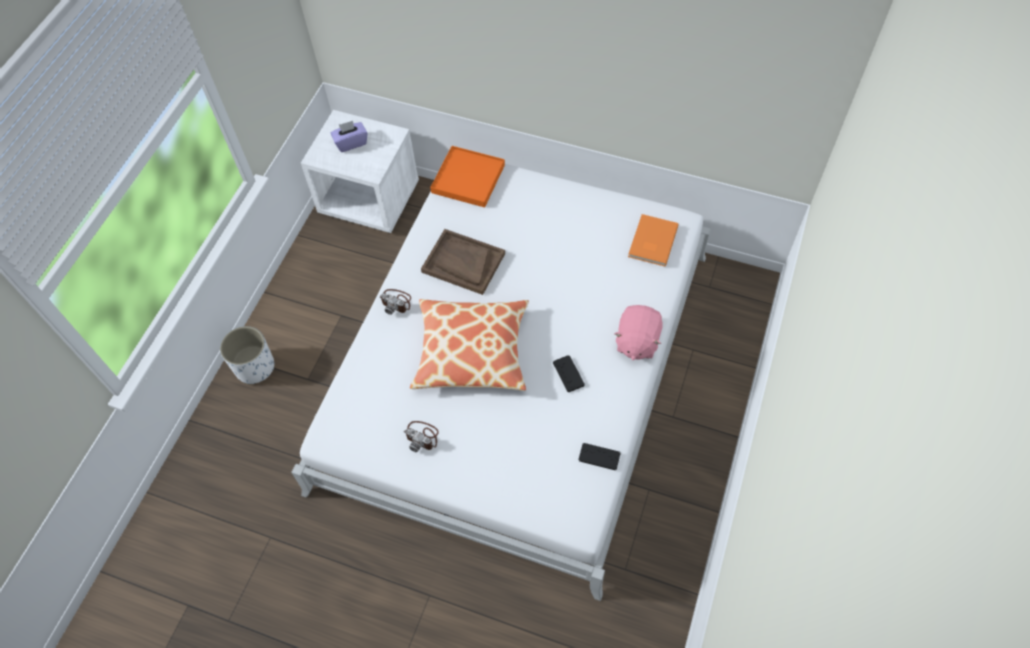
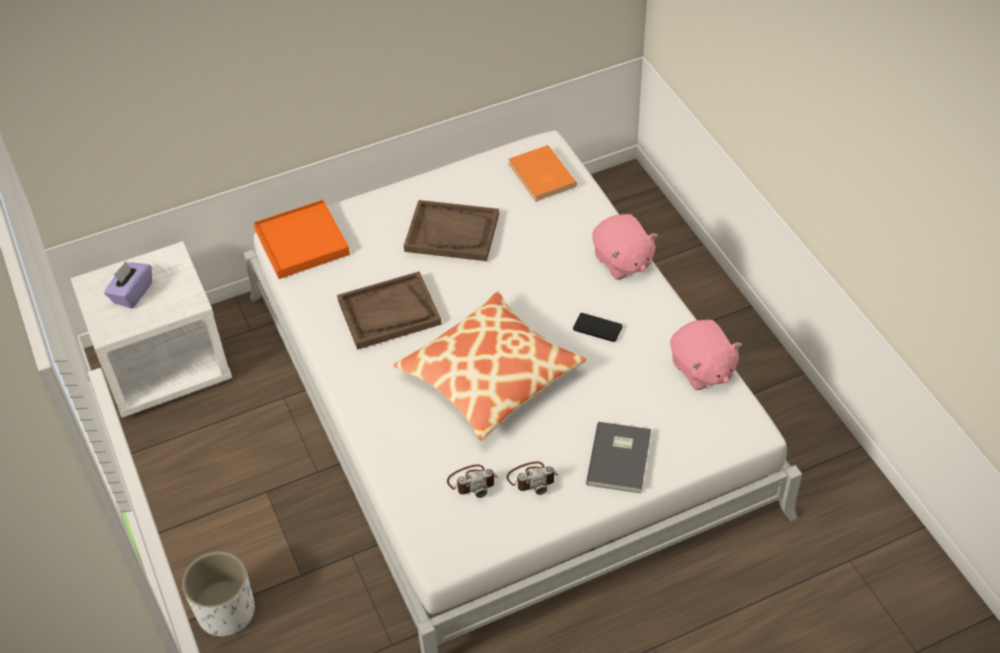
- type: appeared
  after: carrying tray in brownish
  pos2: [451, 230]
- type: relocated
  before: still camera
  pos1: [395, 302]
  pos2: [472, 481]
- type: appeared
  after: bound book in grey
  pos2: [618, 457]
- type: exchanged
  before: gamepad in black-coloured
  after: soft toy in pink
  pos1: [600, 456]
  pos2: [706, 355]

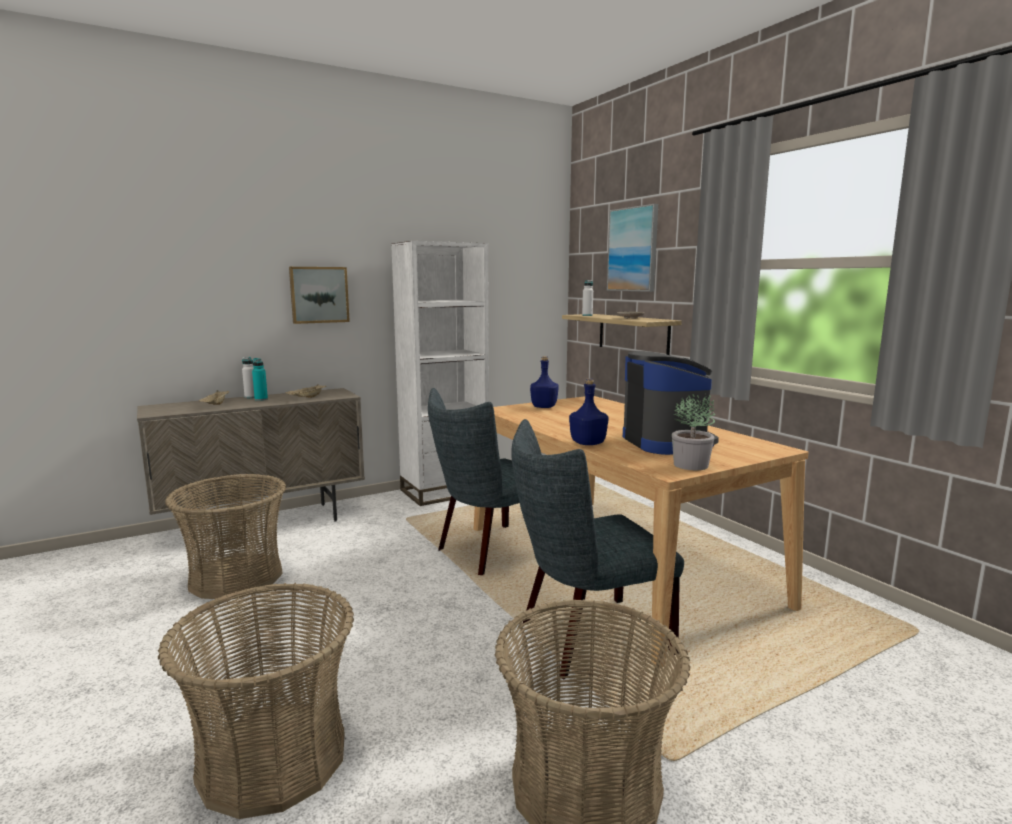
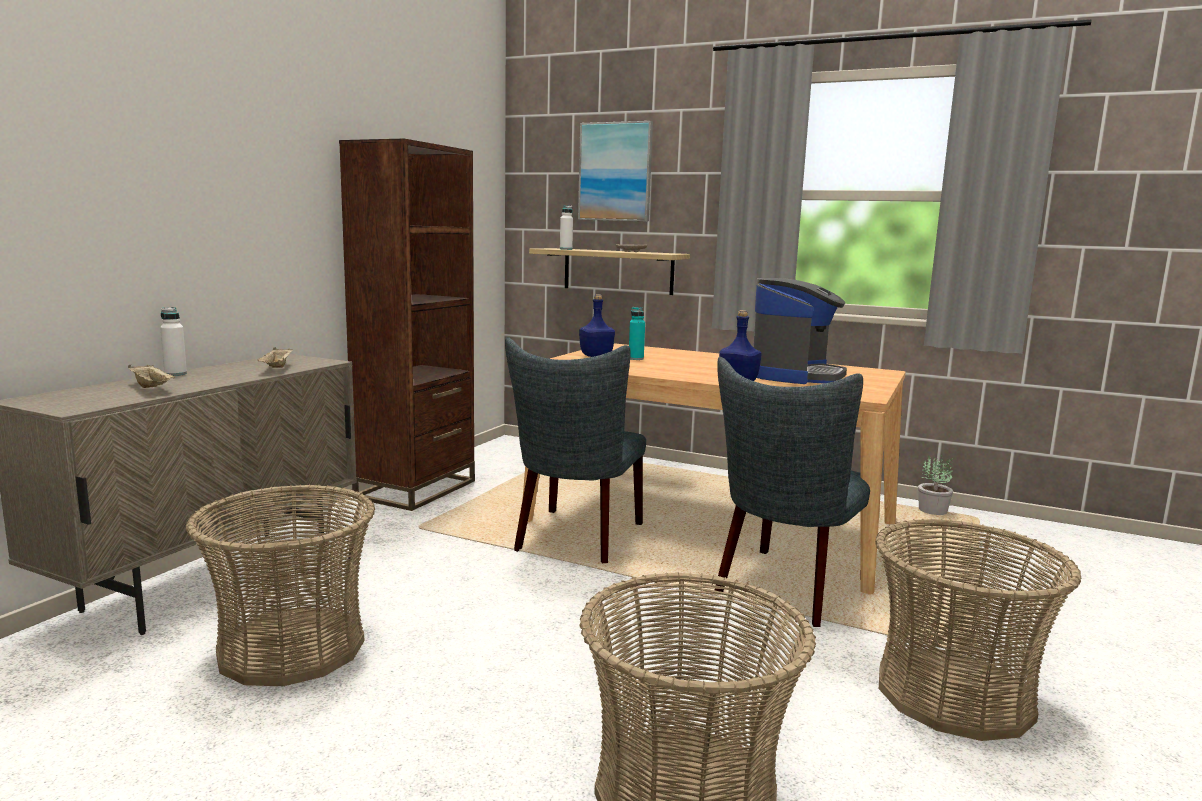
- type: colour
  before: shelving unit in white-coloured
  after: shelving unit in brownish
  pos1: [440, 373]
  pos2: [407, 324]
- type: relocated
  before: beverage bottle in blue-green
  pos1: [260, 379]
  pos2: [637, 333]
- type: spun
  before: coffee maker
  pos1: [671, 403]
  pos2: [800, 331]
  turn: 75
- type: relocated
  before: houseplant
  pos1: [693, 432]
  pos2: [935, 485]
- type: missing
  before: picture
  pos1: [319, 295]

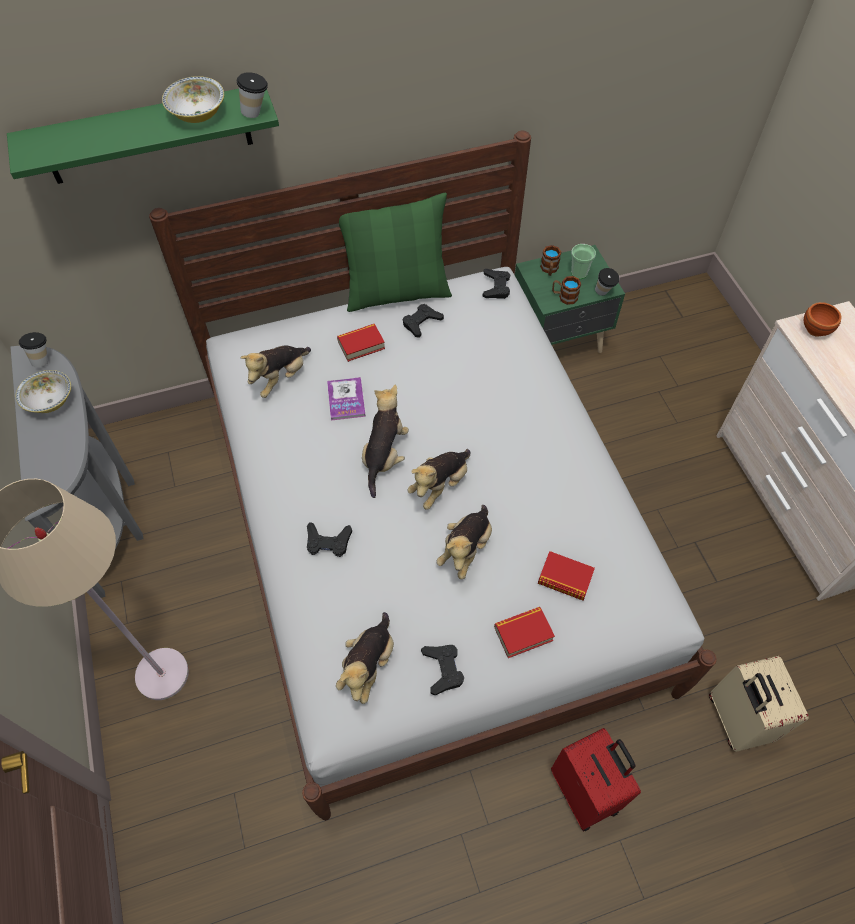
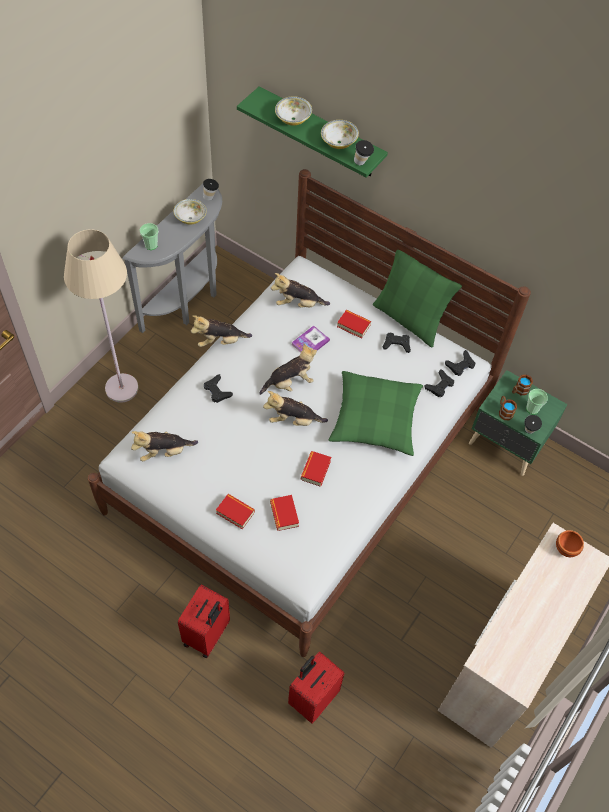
- type: appeared
  after: cup
  pos2: [149, 236]
- type: relocated
  before: soft toy
  pos1: [464, 542]
  pos2: [221, 331]
- type: appeared
  after: serving bowl
  pos2: [293, 111]
- type: colour
  before: travel case in sand-coloured
  after: travel case in reddish
  pos1: [759, 704]
  pos2: [316, 687]
- type: appeared
  after: bound book
  pos2: [316, 469]
- type: appeared
  after: pillow in green-coloured
  pos2: [375, 413]
- type: relocated
  before: gamepad in black-coloured
  pos1: [442, 670]
  pos2: [439, 383]

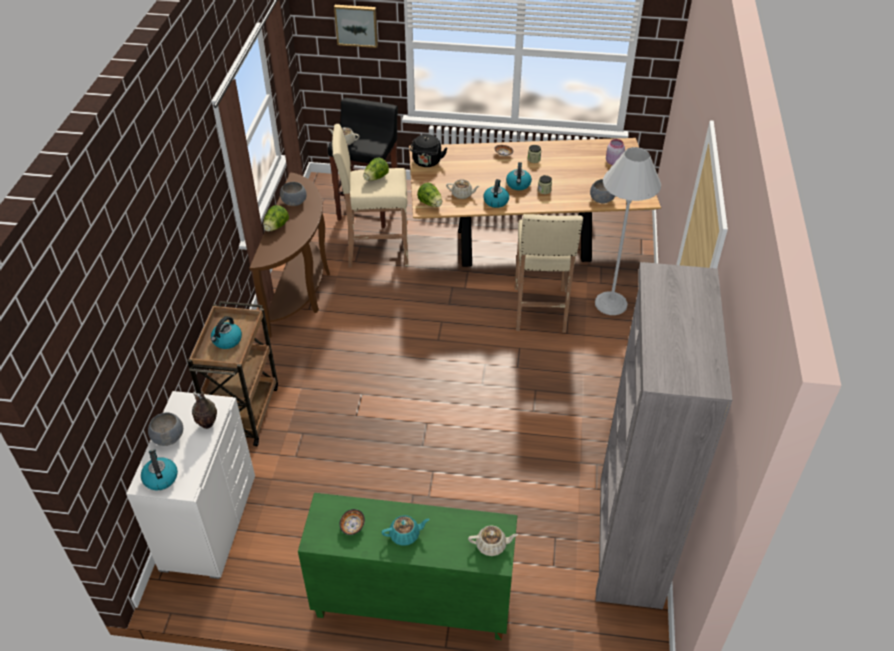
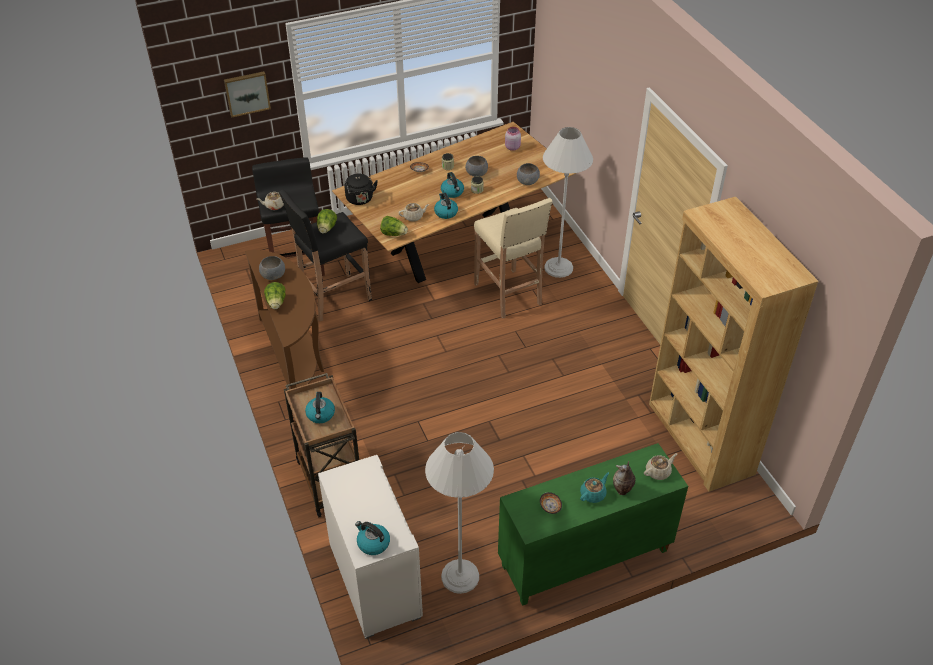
- type: colour
  before: stool seat in sand-coloured
  after: stool seat in black-coloured
  pos1: [370, 196]
  pos2: [325, 255]
- type: appeared
  after: floor lamp in white-coloured
  pos2: [459, 513]
- type: relocated
  before: serving bowl in grey
  pos1: [165, 429]
  pos2: [476, 166]
- type: relocated
  before: vase
  pos1: [204, 410]
  pos2: [624, 478]
- type: colour
  before: shelving unit in grey
  after: shelving unit in brownish
  pos1: [664, 435]
  pos2: [734, 344]

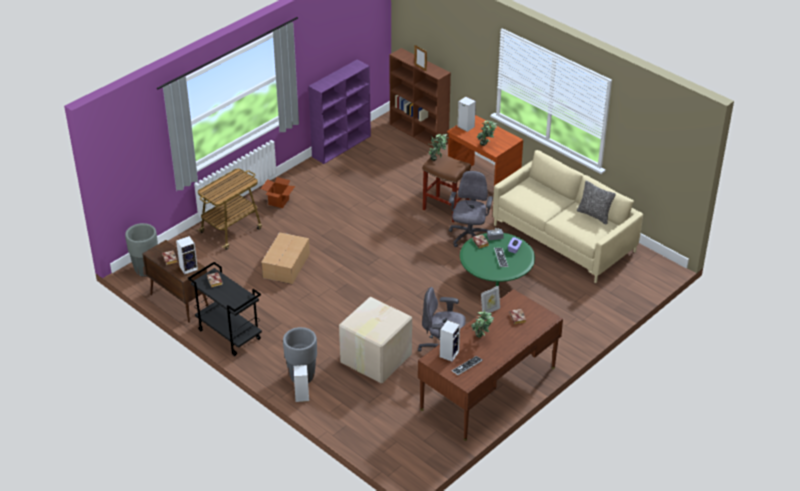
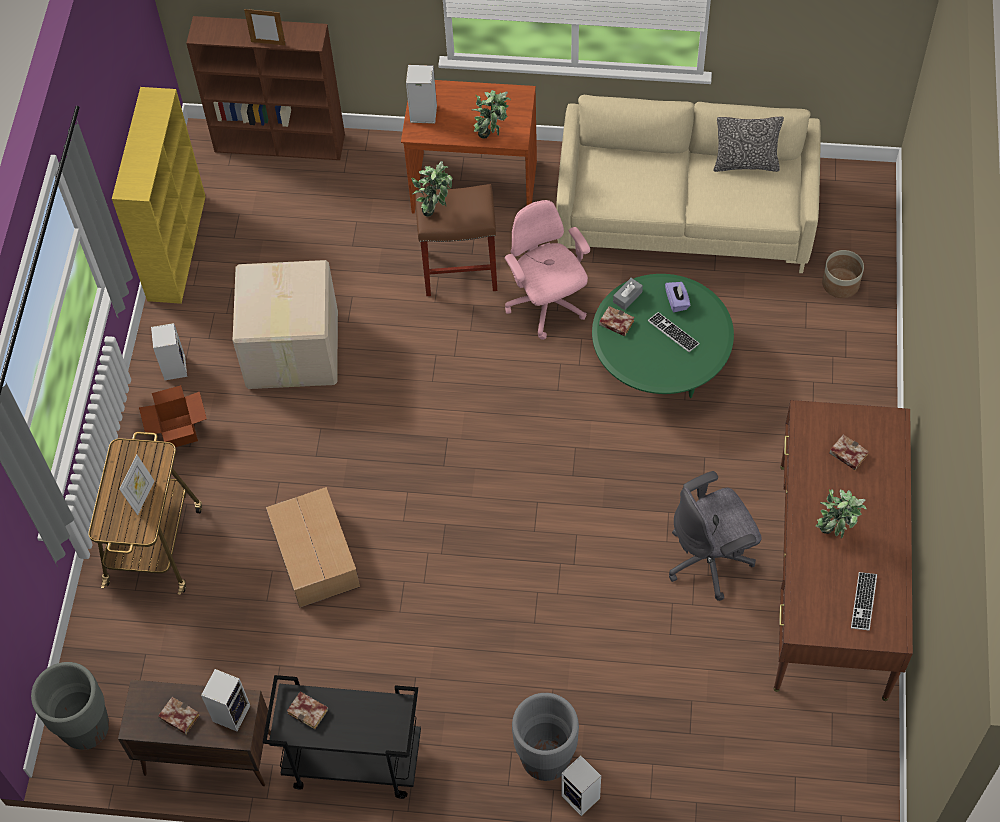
- type: colour
  before: shelving unit in purplish
  after: shelving unit in yellow-coloured
  pos1: [339, 112]
  pos2: [159, 195]
- type: relocated
  before: standing frame
  pos1: [490, 300]
  pos2: [136, 484]
- type: relocated
  before: audio speaker
  pos1: [450, 341]
  pos2: [169, 351]
- type: relocated
  before: cardboard box
  pos1: [375, 340]
  pos2: [285, 324]
- type: colour
  before: office chair in grey
  after: office chair in pink
  pos1: [471, 209]
  pos2: [547, 270]
- type: appeared
  after: plant pot
  pos2: [843, 274]

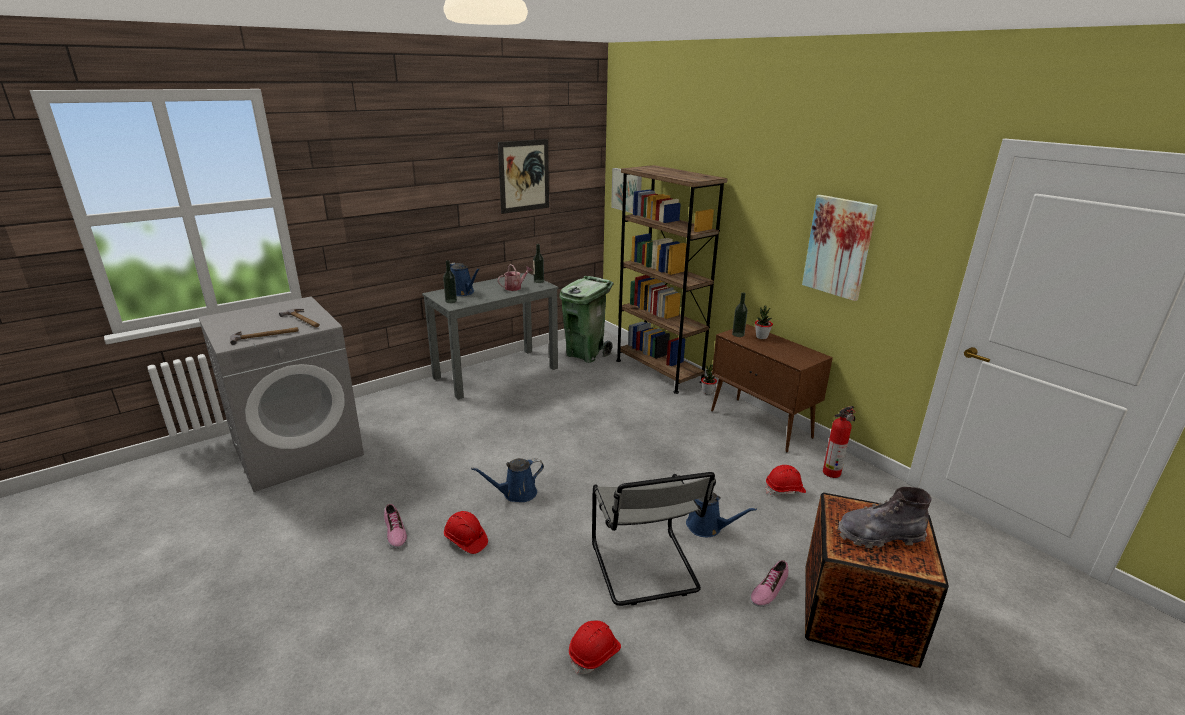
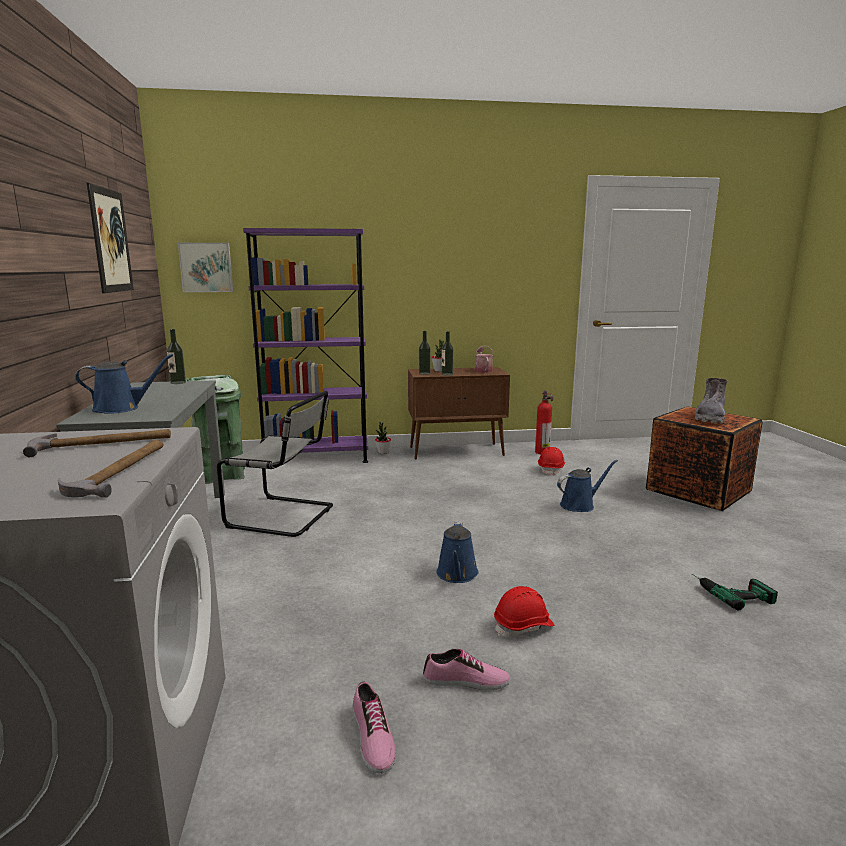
- type: relocated
  before: chair in grey
  pos1: [654, 539]
  pos2: [275, 464]
- type: colour
  before: shelving unit in brownish
  after: shelving unit in purplish
  pos1: [672, 279]
  pos2: [305, 345]
- type: relocated
  before: low shoe
  pos1: [769, 583]
  pos2: [374, 728]
- type: relocated
  before: beverage bottle
  pos1: [450, 281]
  pos2: [447, 353]
- type: relocated
  before: watering pot
  pos1: [515, 277]
  pos2: [484, 359]
- type: exchanged
  before: safety helmet in reddish
  after: electric drill
  pos1: [595, 647]
  pos2: [735, 592]
- type: missing
  before: picture
  pos1: [840, 248]

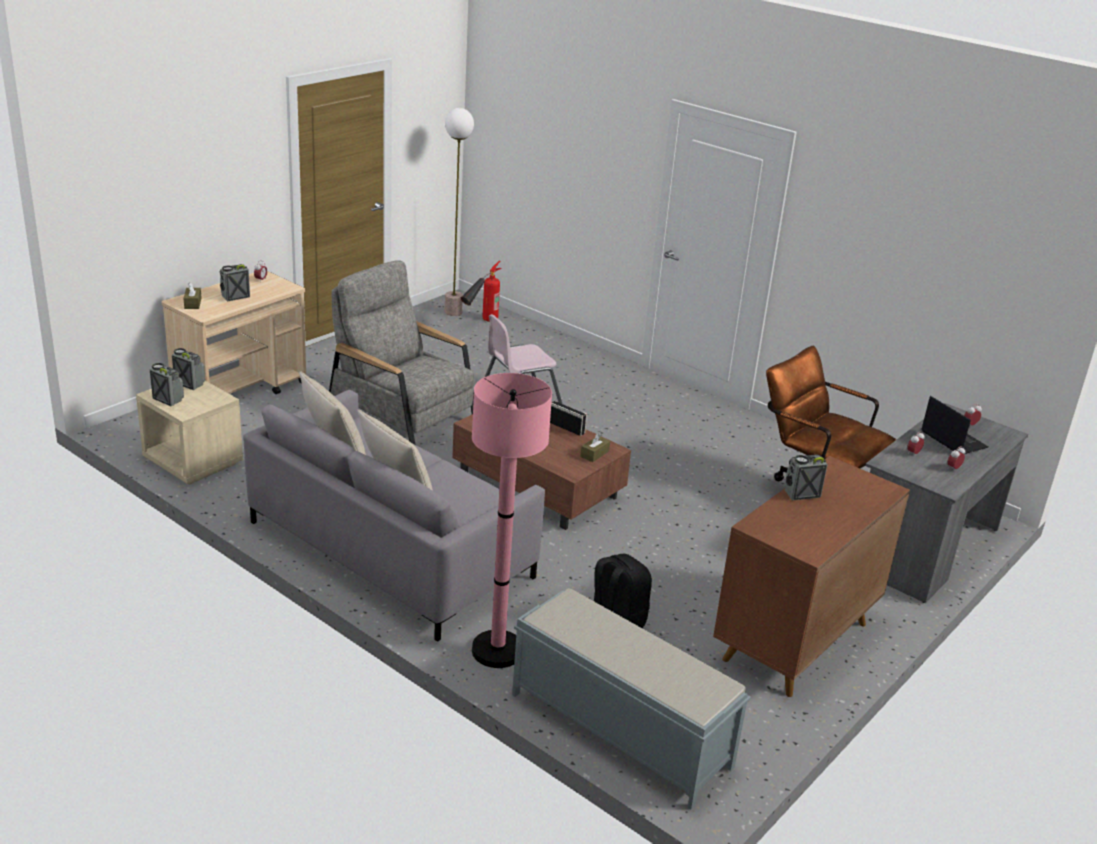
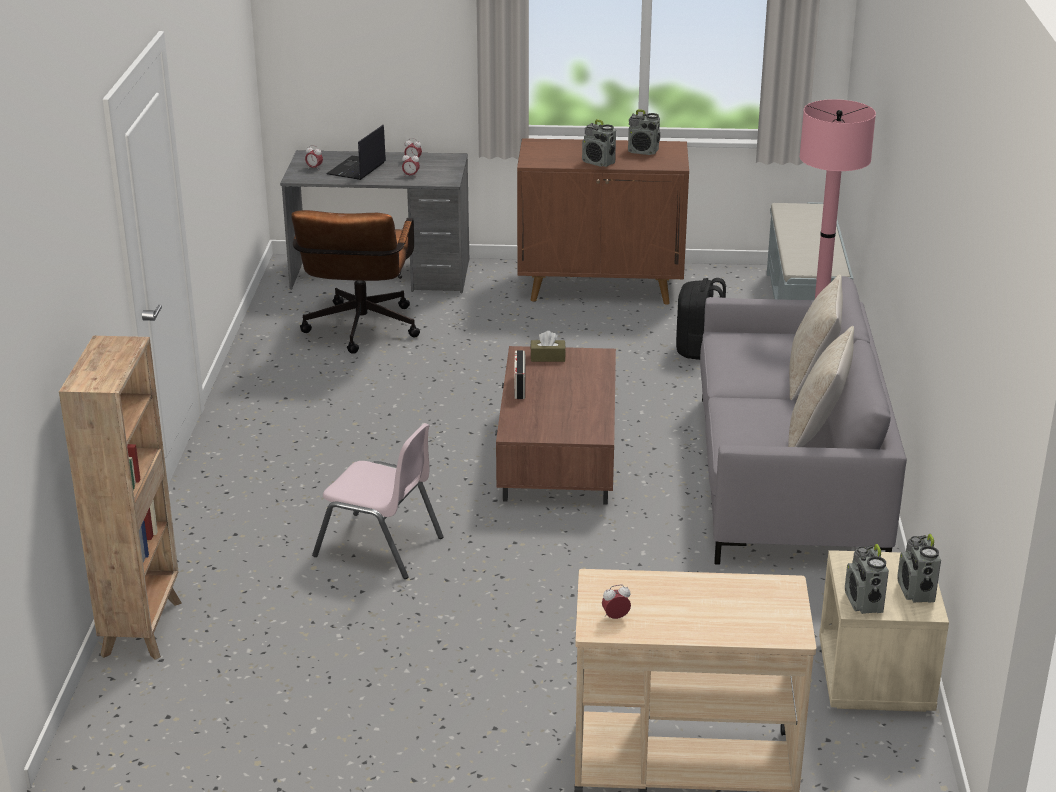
- type: appeared
  after: shelving unit in brownish
  pos2: [120, 498]
- type: relocated
  before: radio set
  pos1: [235, 283]
  pos2: [644, 132]
- type: missing
  before: tissue holder in brownish
  pos1: [192, 296]
- type: missing
  before: armchair in grey
  pos1: [402, 352]
- type: missing
  before: floor lamp
  pos1: [459, 212]
- type: missing
  before: fire extinguisher
  pos1: [481, 291]

